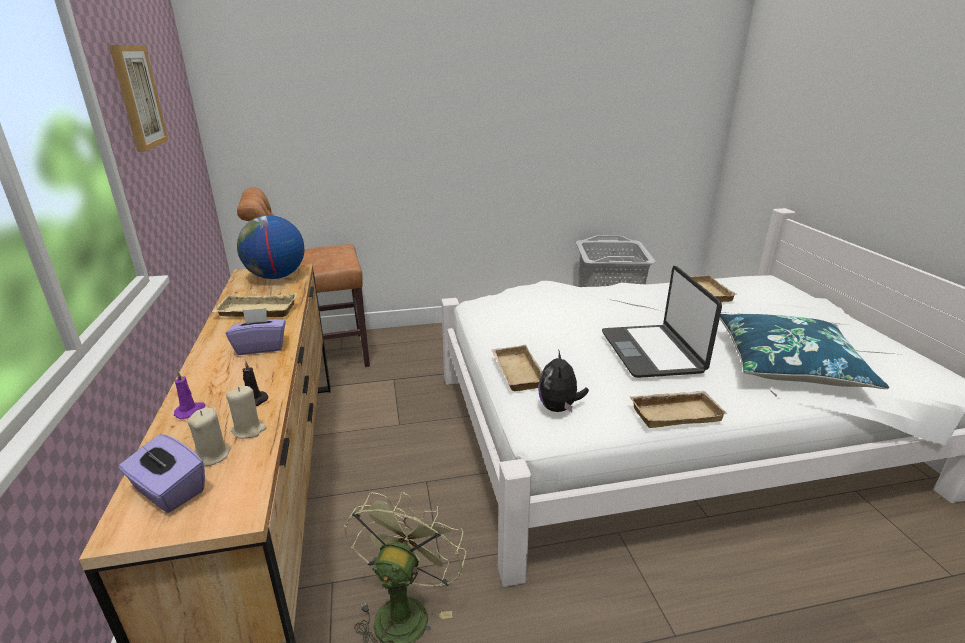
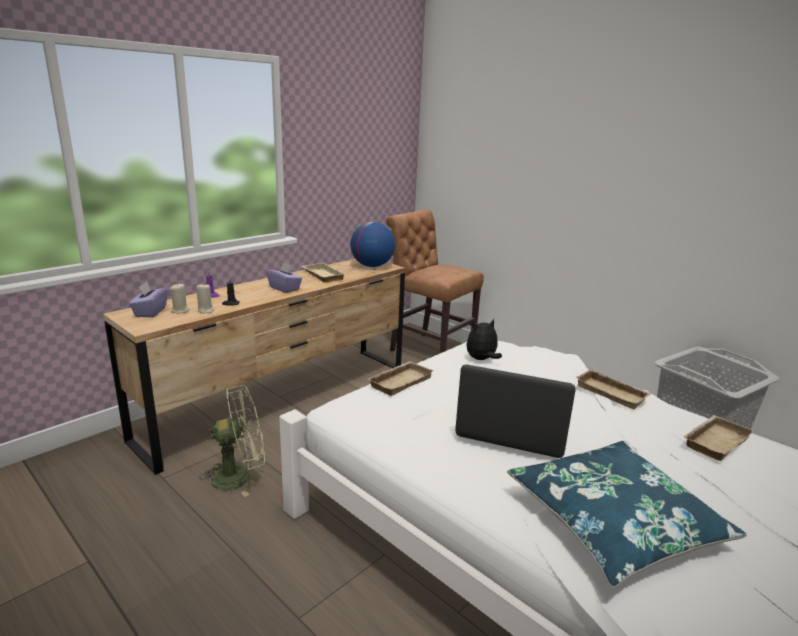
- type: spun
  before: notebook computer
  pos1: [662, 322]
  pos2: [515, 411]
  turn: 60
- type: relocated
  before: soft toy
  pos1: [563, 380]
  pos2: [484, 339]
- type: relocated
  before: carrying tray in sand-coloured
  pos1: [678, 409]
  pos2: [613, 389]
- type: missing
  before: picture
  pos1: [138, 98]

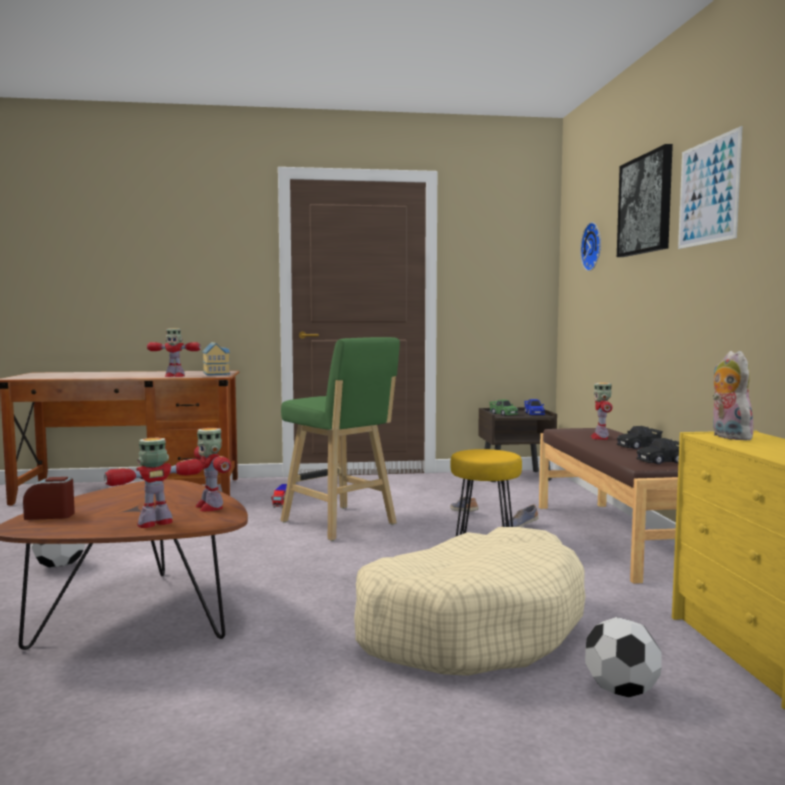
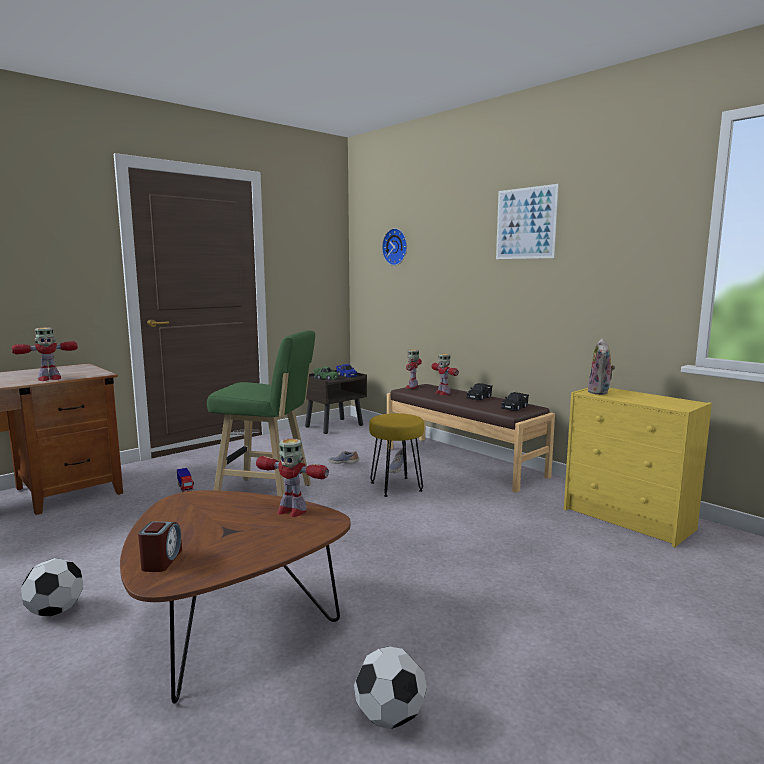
- type: spun
  before: table clock
  pos1: [49, 498]
  pos2: [160, 547]
  turn: 135
- type: relocated
  before: football ball
  pos1: [623, 657]
  pos2: [390, 687]
- type: relocated
  before: robot figure
  pos1: [153, 483]
  pos2: [413, 369]
- type: spun
  before: soft toy
  pos1: [733, 395]
  pos2: [601, 366]
  turn: -120
- type: missing
  before: model house
  pos1: [216, 358]
- type: missing
  before: dog bed in sand-coloured
  pos1: [469, 601]
- type: missing
  before: picture
  pos1: [645, 200]

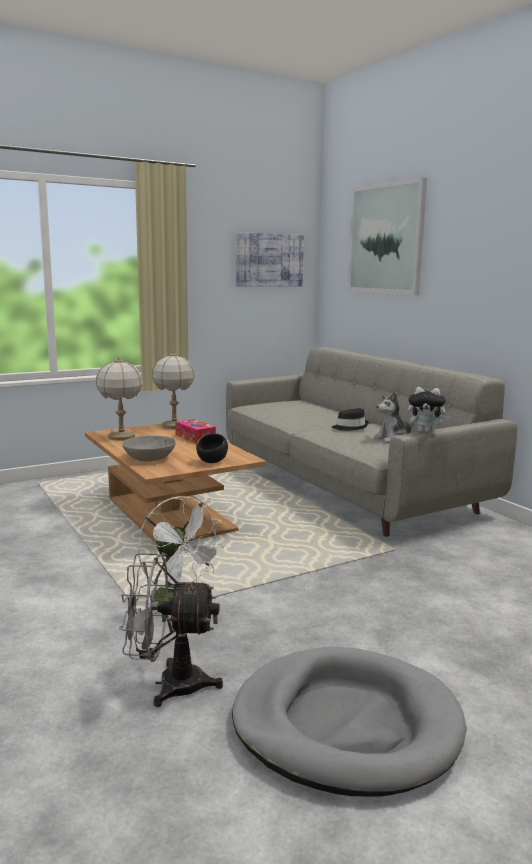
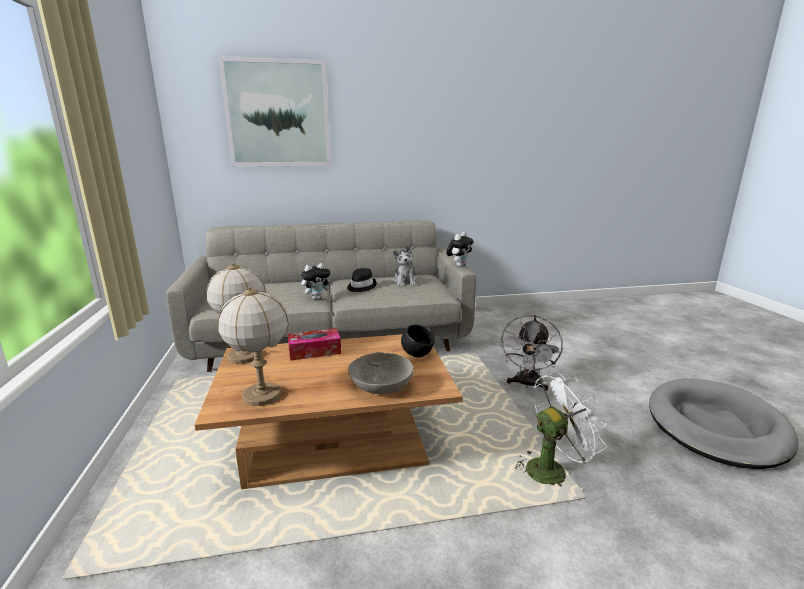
- type: appeared
  after: soft toy
  pos2: [317, 281]
- type: relocated
  before: electric fan in grey
  pos1: [171, 630]
  pos2: [531, 353]
- type: missing
  before: picture
  pos1: [270, 259]

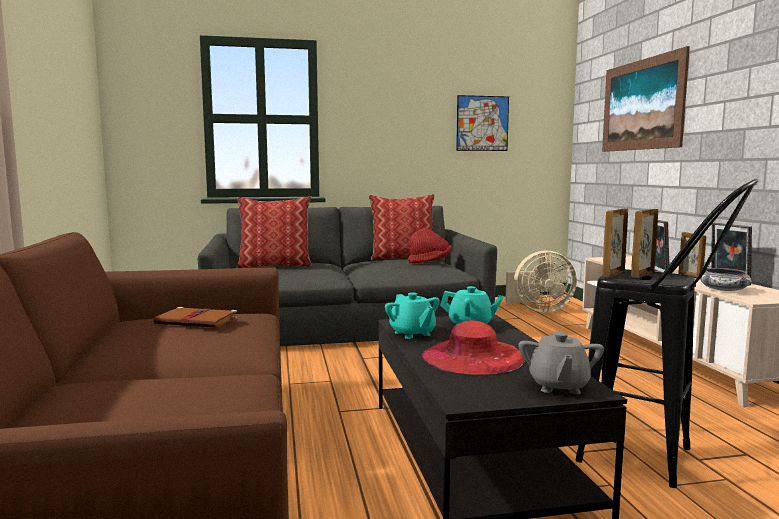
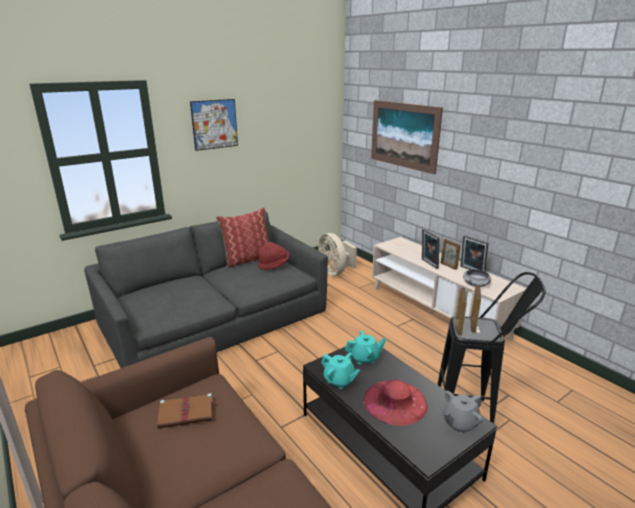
- type: relocated
  before: picture
  pos1: [482, 123]
  pos2: [214, 125]
- type: spun
  before: electric fan in sand-coloured
  pos1: [541, 281]
  pos2: [337, 254]
  turn: 90
- type: spun
  before: pot for tea in grey
  pos1: [561, 363]
  pos2: [463, 412]
  turn: 75
- type: missing
  before: pillow
  pos1: [273, 232]

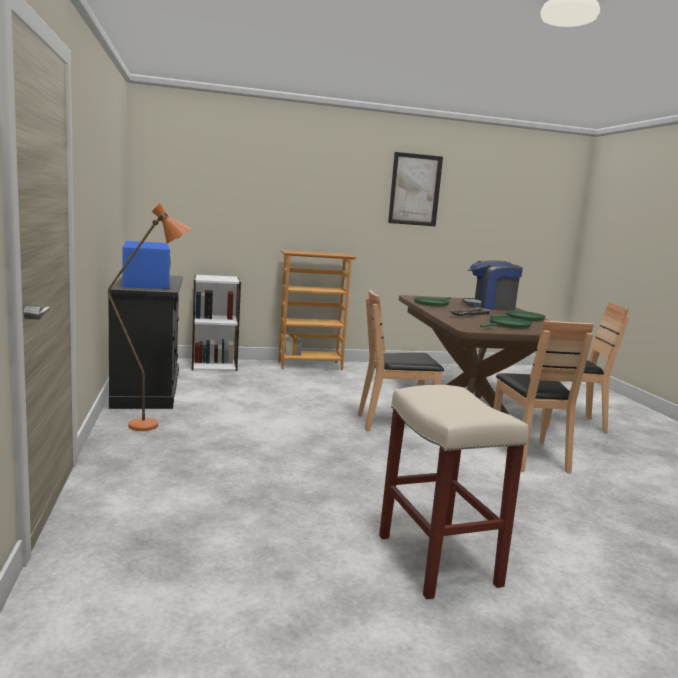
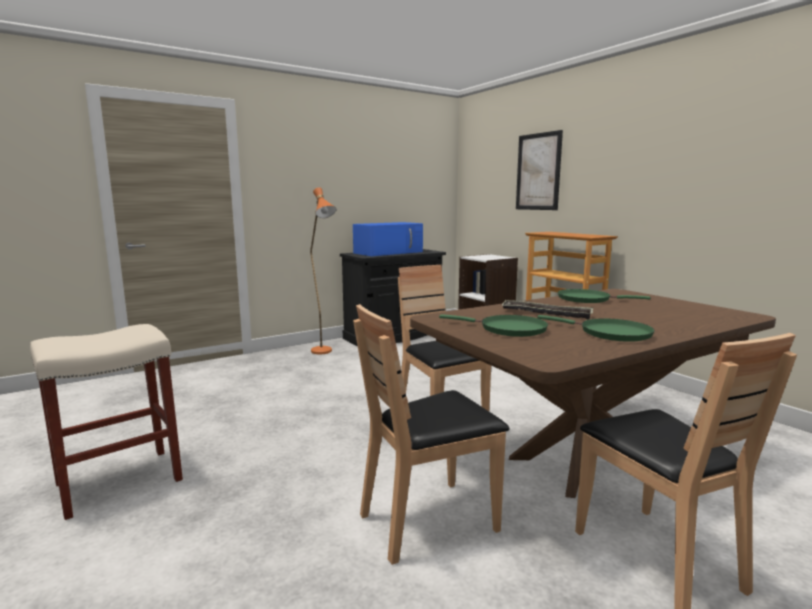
- type: relocated
  before: picture
  pos1: [415, 189]
  pos2: [539, 170]
- type: missing
  before: coffee maker
  pos1: [492, 285]

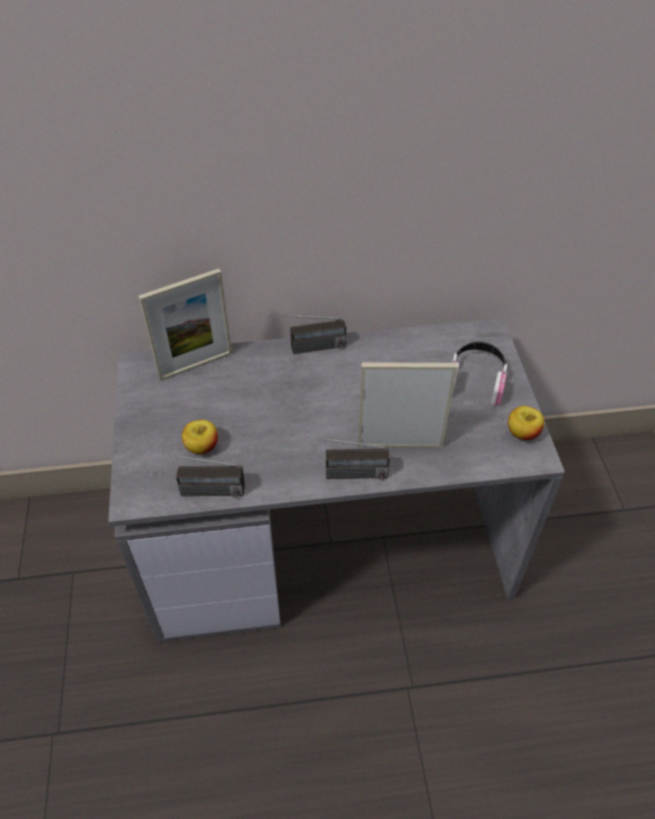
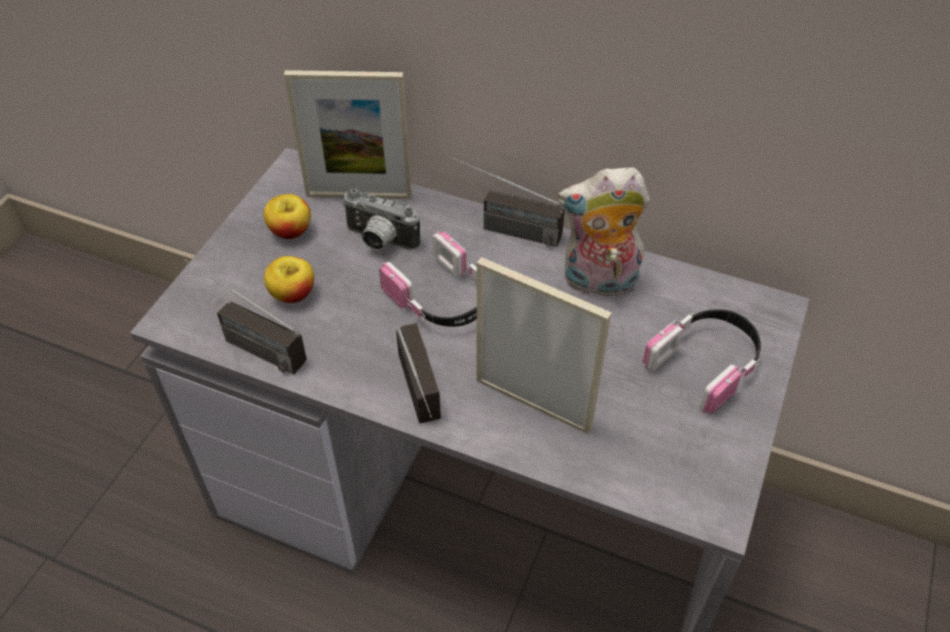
- type: relocated
  before: apple
  pos1: [526, 423]
  pos2: [287, 216]
- type: appeared
  after: still camera
  pos2: [381, 219]
- type: appeared
  after: pair of headphones
  pos2: [428, 279]
- type: spun
  before: radio set
  pos1: [340, 457]
  pos2: [418, 373]
  turn: -135
- type: appeared
  after: soft toy
  pos2: [604, 234]

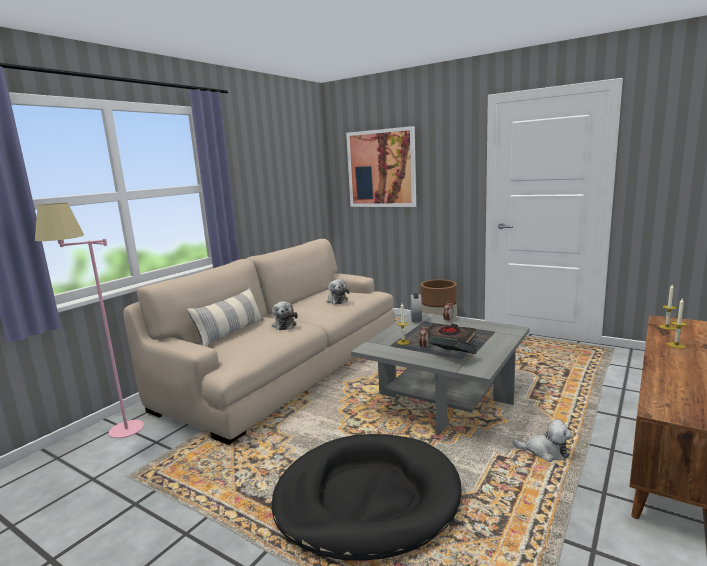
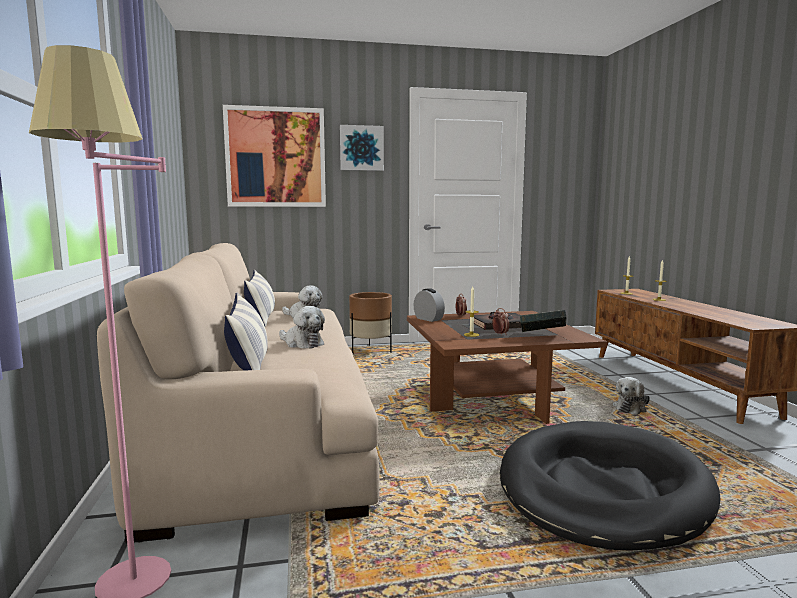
- type: appeared
  after: pillow
  pos2: [259, 298]
- type: appeared
  after: picture
  pos2: [362, 148]
- type: colour
  before: low table in grey
  after: low table in brownish
  pos1: [440, 374]
  pos2: [507, 367]
- type: spun
  before: soft toy
  pos1: [542, 440]
  pos2: [631, 396]
  turn: 150

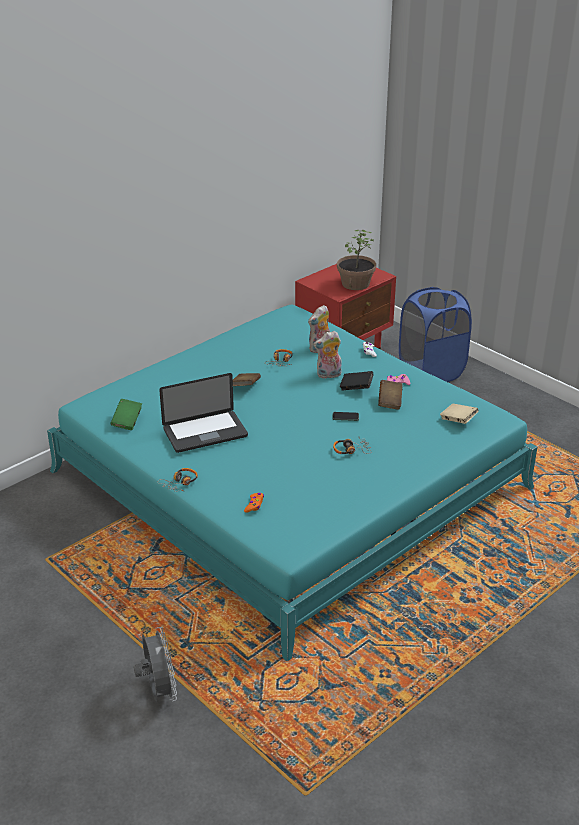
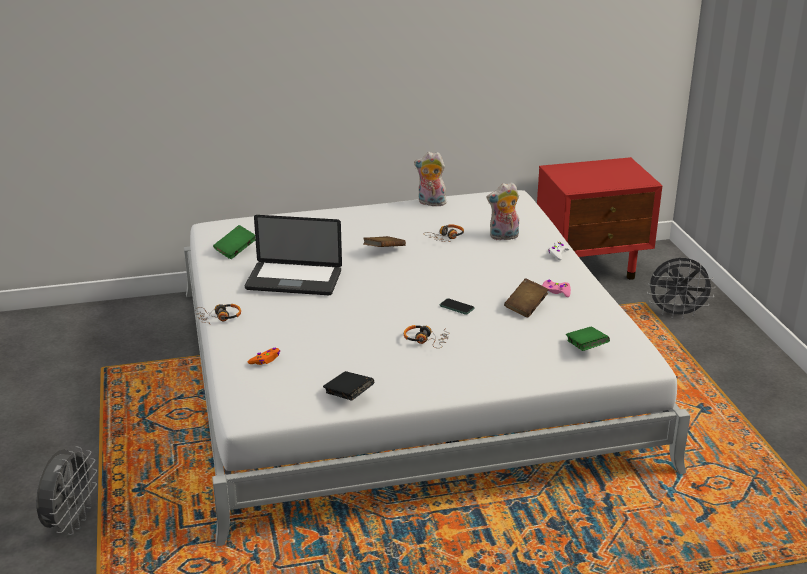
- type: colour
  before: bed in blue-green
  after: bed in white-coloured
  pos1: [292, 482]
  pos2: [437, 368]
- type: relocated
  before: bound book in black-coloured
  pos1: [357, 381]
  pos2: [348, 386]
- type: relocated
  before: soft toy
  pos1: [327, 355]
  pos2: [430, 179]
- type: colour
  before: bound book in sand-coloured
  after: bound book in green-coloured
  pos1: [459, 414]
  pos2: [588, 339]
- type: exchanged
  before: laundry basket in bluish
  after: electric fan in grey
  pos1: [435, 334]
  pos2: [681, 288]
- type: missing
  before: houseplant
  pos1: [356, 260]

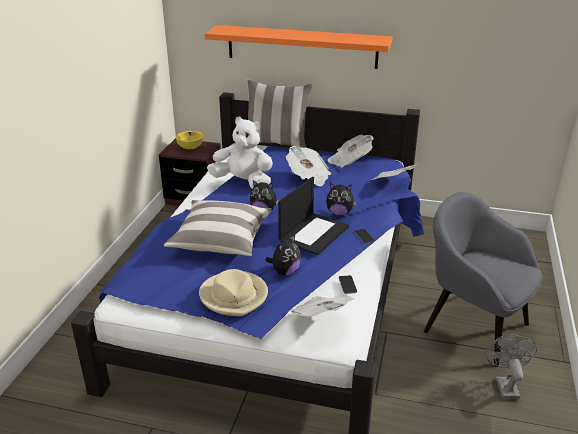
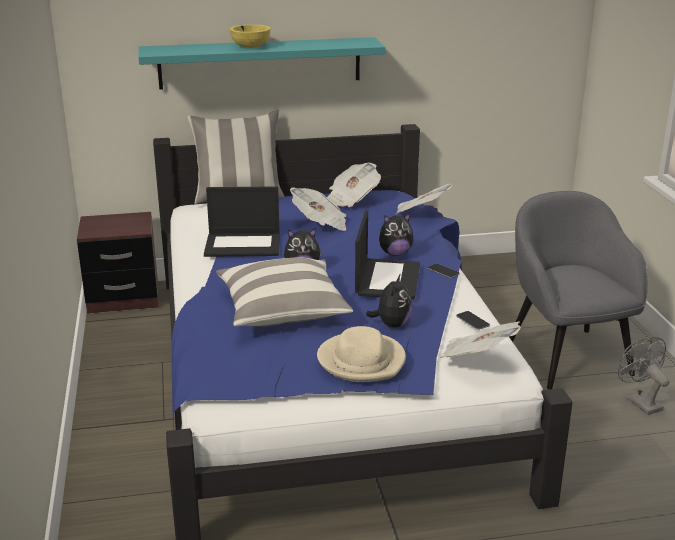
- type: colour
  before: shelf in orangey
  after: shelf in blue-green
  pos1: [299, 47]
  pos2: [262, 63]
- type: exchanged
  before: soft toy in white-coloured
  after: notebook computer
  pos1: [240, 153]
  pos2: [242, 221]
- type: relocated
  before: serving bowl in yellow-coloured
  pos1: [189, 140]
  pos2: [250, 36]
- type: spun
  before: armchair in grey
  pos1: [483, 279]
  pos2: [578, 290]
  turn: 60

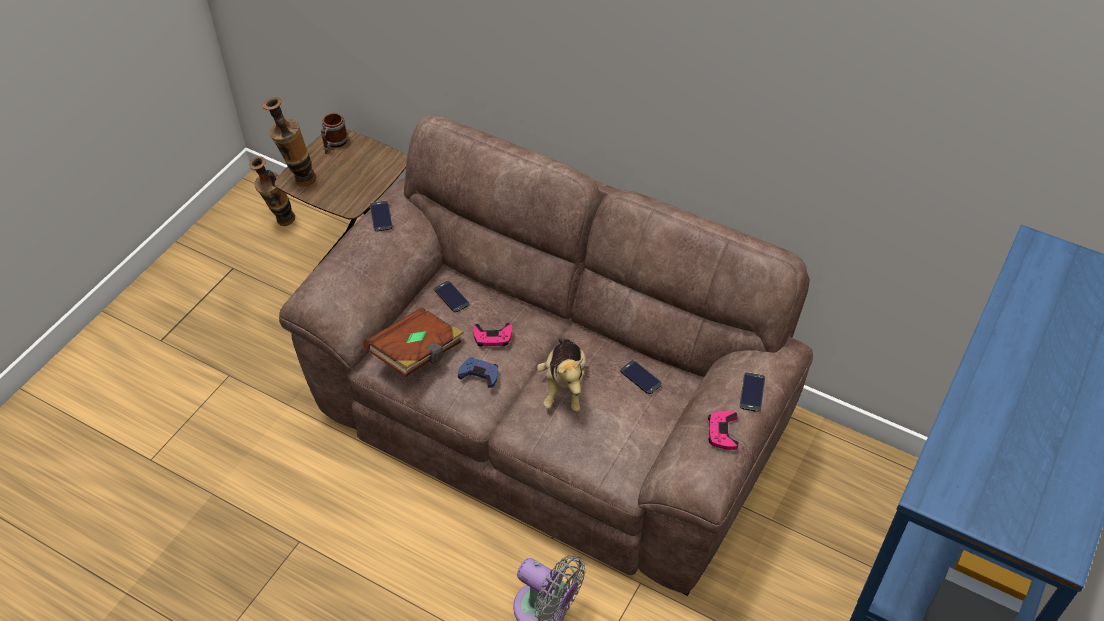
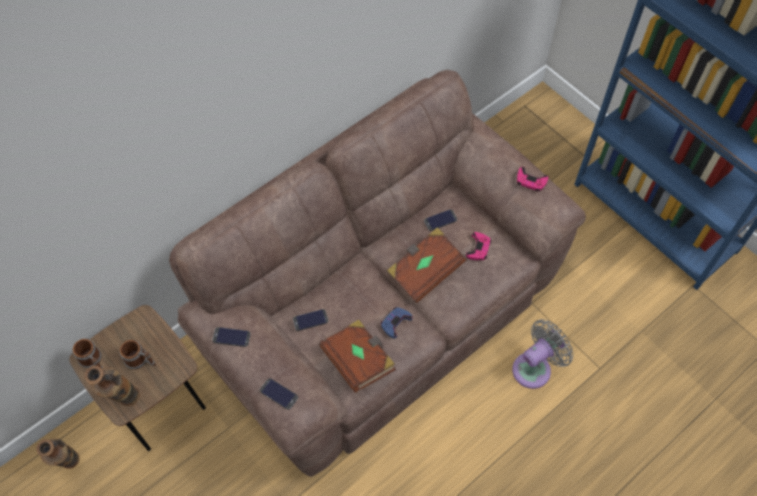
- type: appeared
  after: tea mug
  pos2: [137, 354]
- type: relocated
  before: phone
  pos1: [752, 392]
  pos2: [279, 394]
- type: exchanged
  before: soft toy
  after: bound book in brownish
  pos1: [561, 375]
  pos2: [426, 265]
- type: relocated
  before: gamepad in pink
  pos1: [492, 335]
  pos2: [478, 246]

